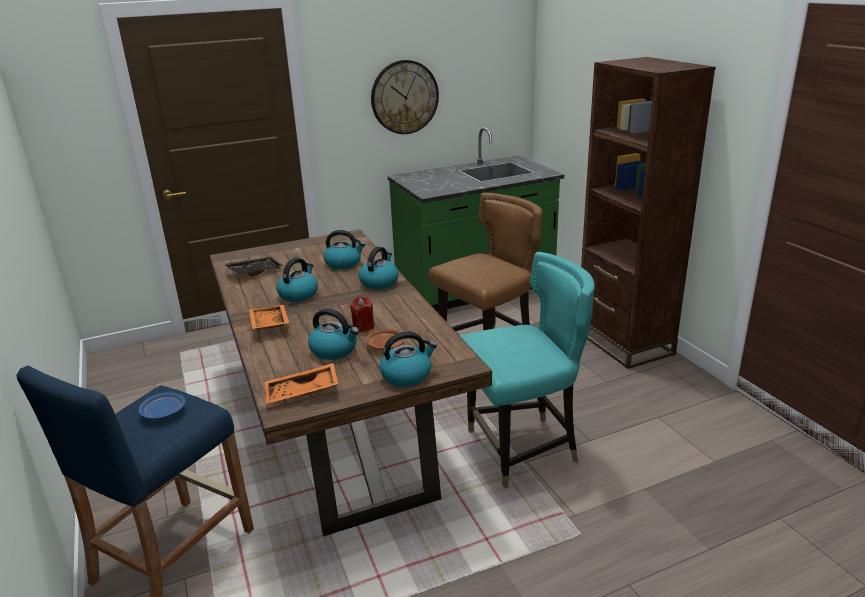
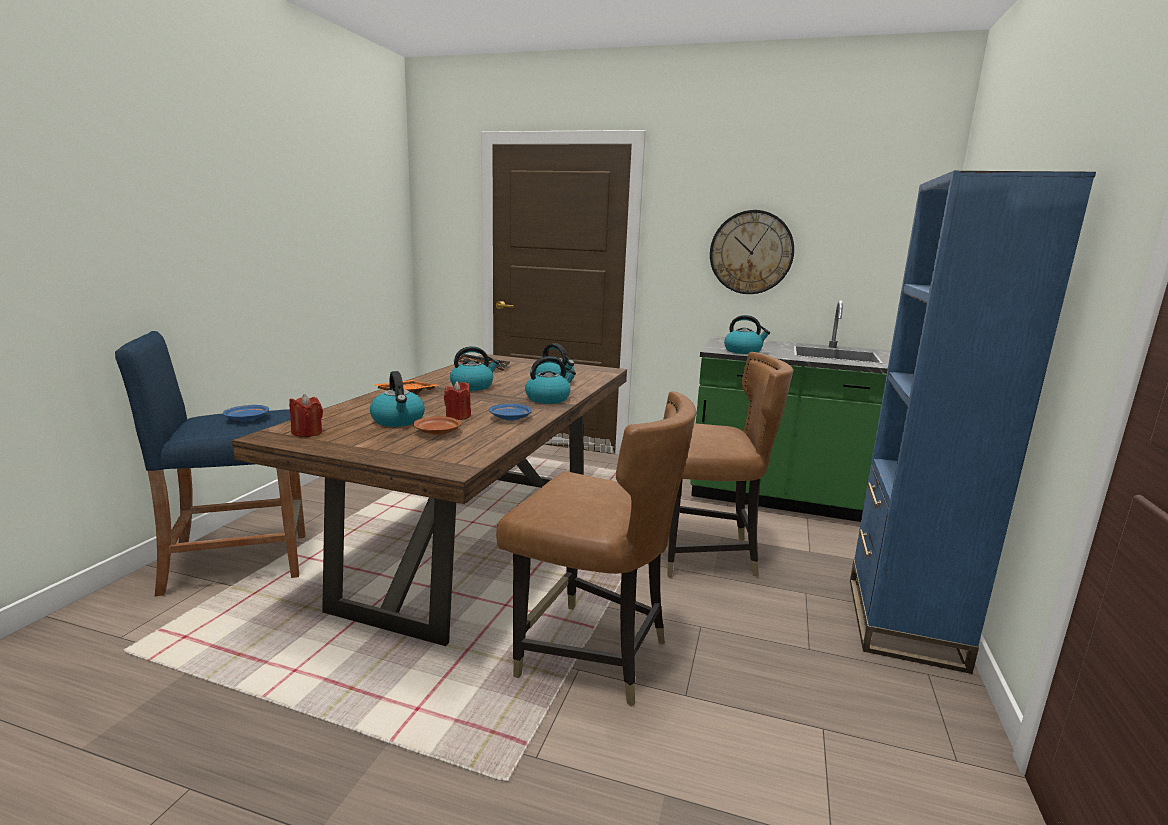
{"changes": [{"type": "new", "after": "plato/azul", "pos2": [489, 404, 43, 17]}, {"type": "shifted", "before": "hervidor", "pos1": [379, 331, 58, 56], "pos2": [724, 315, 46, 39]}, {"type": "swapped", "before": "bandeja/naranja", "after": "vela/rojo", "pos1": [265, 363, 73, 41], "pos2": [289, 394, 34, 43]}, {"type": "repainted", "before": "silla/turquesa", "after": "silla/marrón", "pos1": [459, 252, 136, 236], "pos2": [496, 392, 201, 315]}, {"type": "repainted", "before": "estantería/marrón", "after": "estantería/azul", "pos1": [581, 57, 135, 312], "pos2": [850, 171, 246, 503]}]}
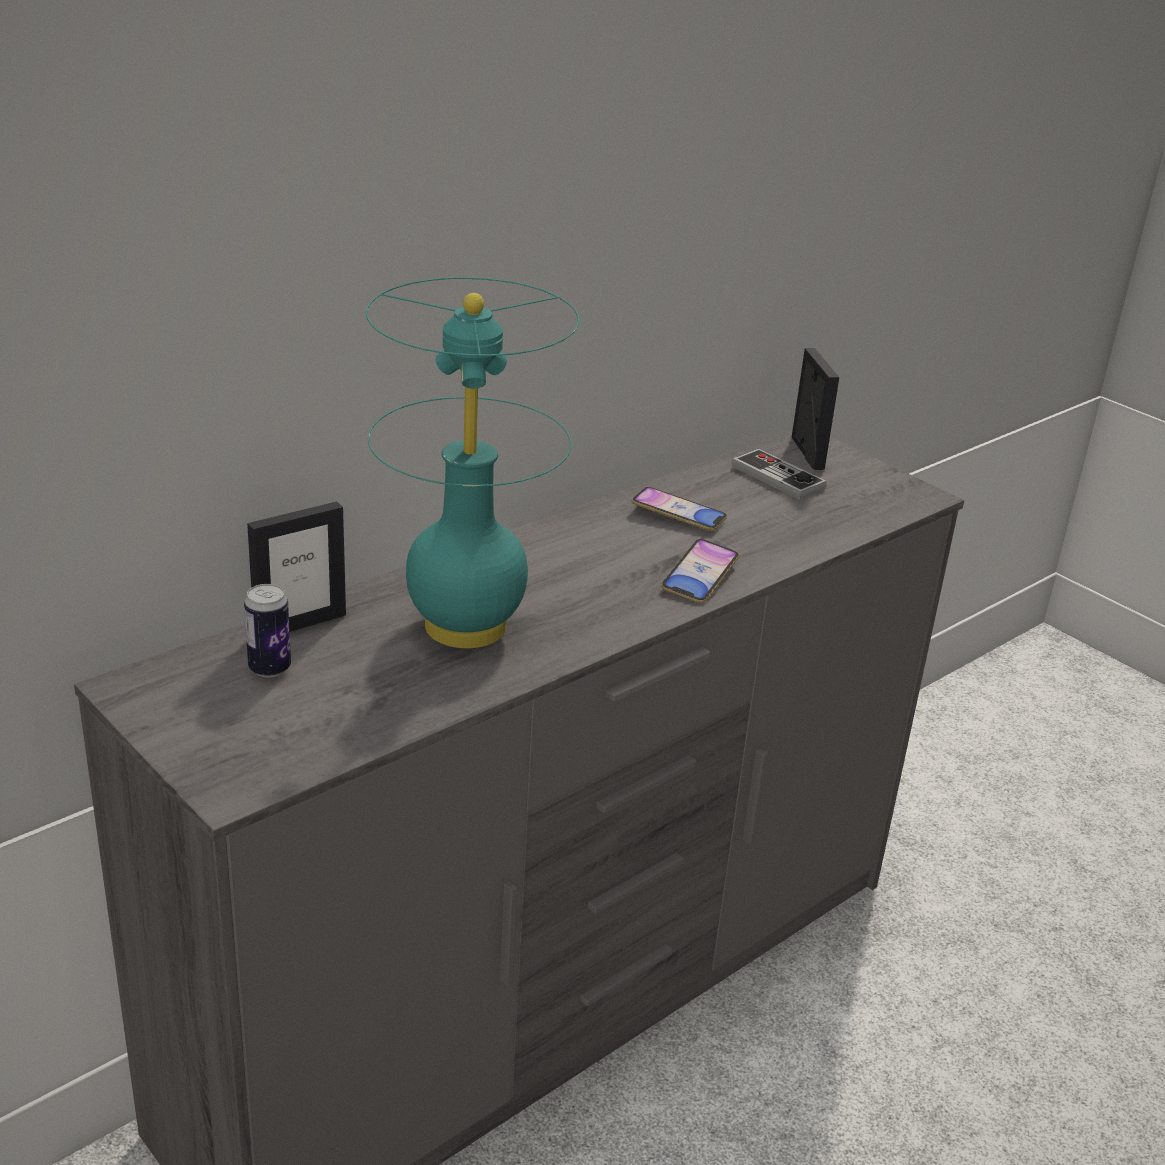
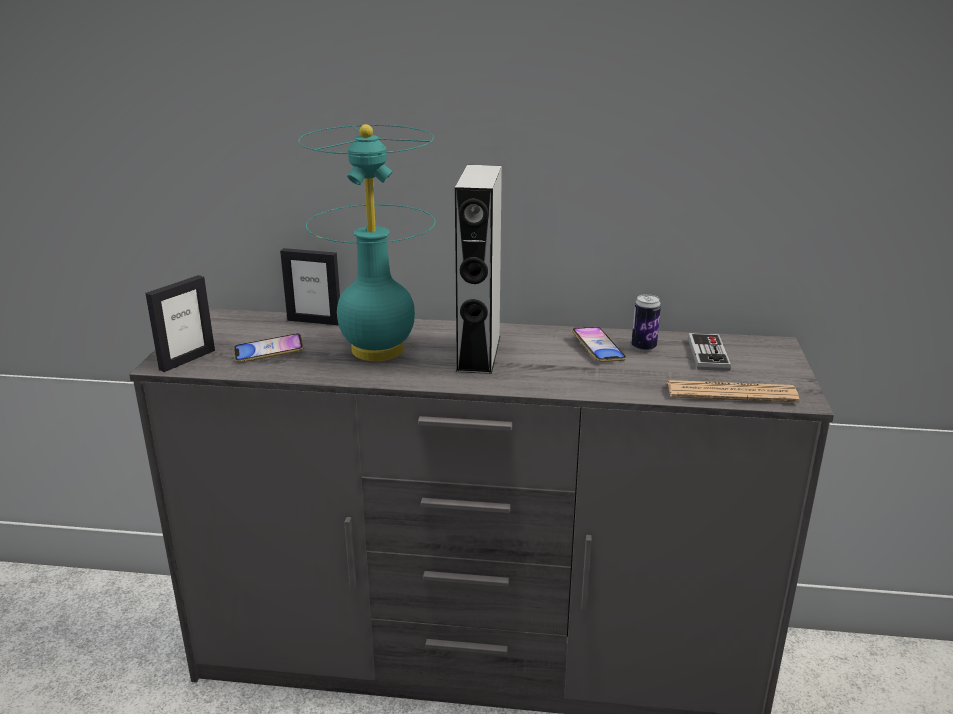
{"changes": [{"type": "new", "after": "altavoz/gris", "pos2": [455, 165, 47, 209]}, {"type": "new", "after": "periódico", "pos2": [667, 380, 132, 22]}, {"type": "shifted", "before": "lata", "pos1": [244, 584, 47, 93], "pos2": [631, 294, 30, 58]}, {"type": "shifted", "before": "móvil", "pos1": [661, 539, 78, 64], "pos2": [234, 333, 70, 30]}, {"type": "shifted", "before": "portarretratos", "pos1": [792, 348, 47, 122], "pos2": [145, 275, 70, 97]}]}
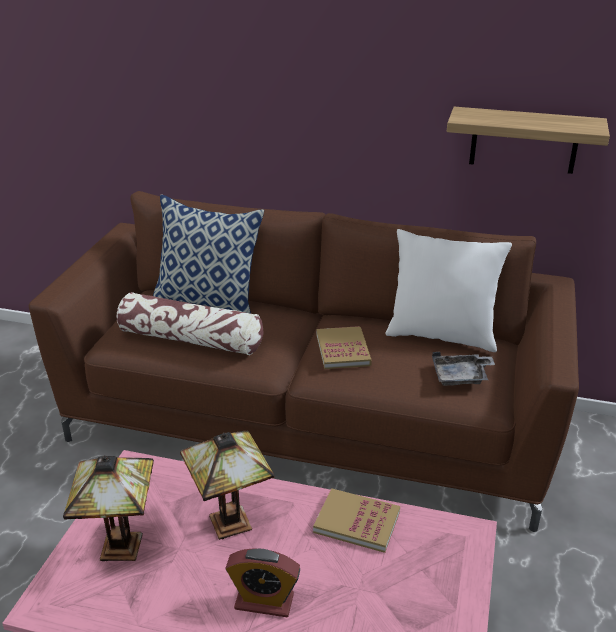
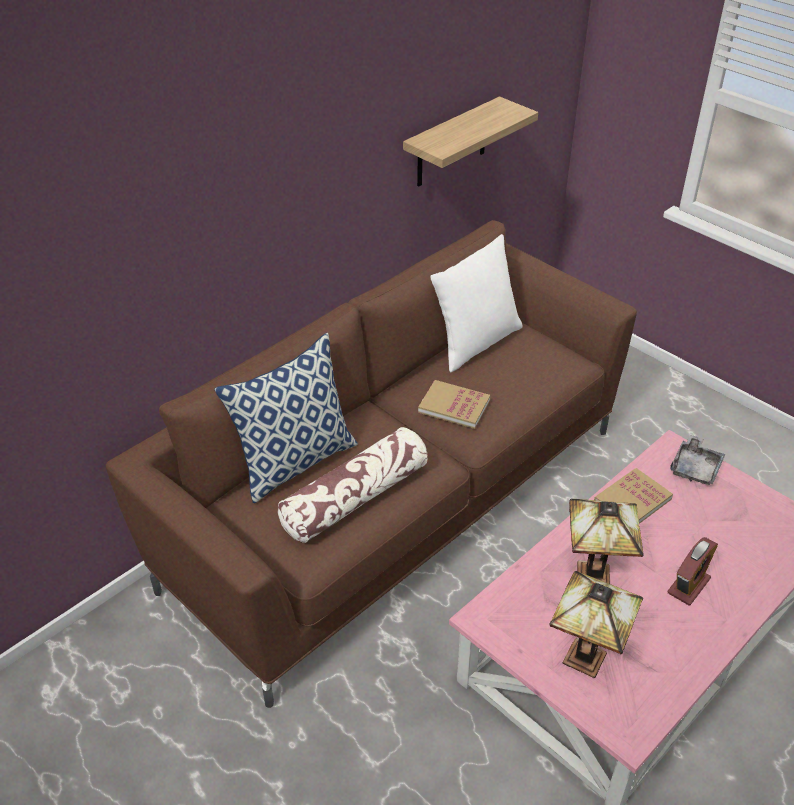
{"changes": [{"type": "shifted", "before": "bandeja/gris", "pos1": [432, 352, 63, 34], "pos2": [670, 434, 55, 51]}]}
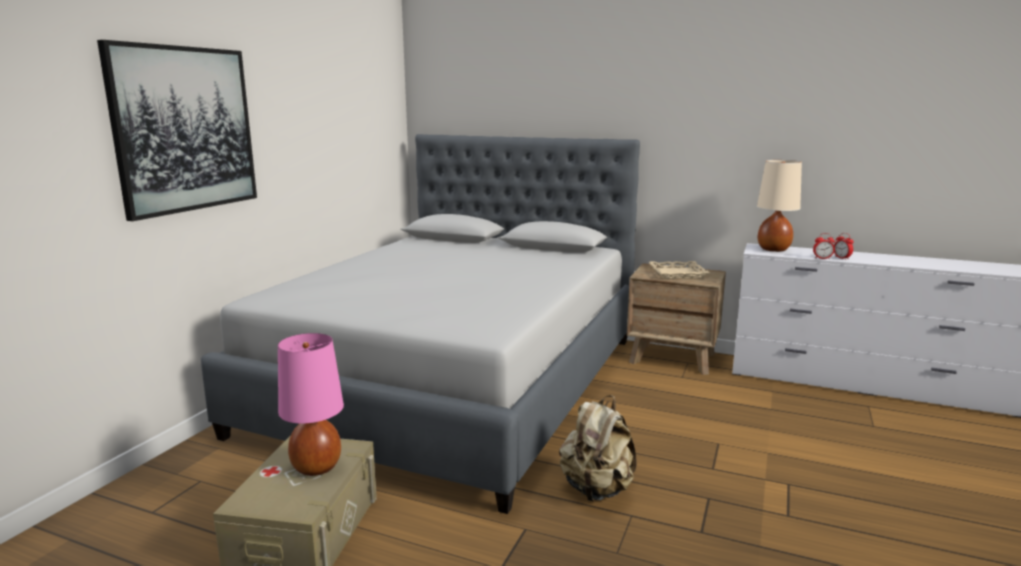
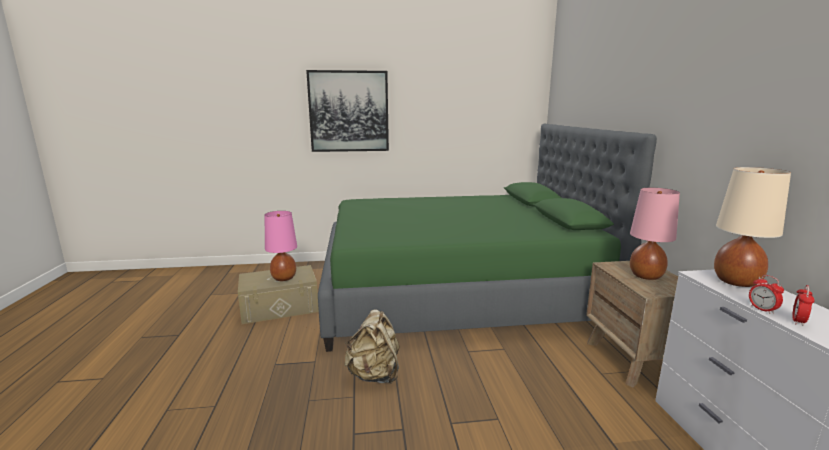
{"changes": [{"type": "swapped", "before": "bandeja/beis", "after": "lámpara de mesa/rosa", "pos1": [648, 261, 62, 18], "pos2": [630, 188, 50, 92]}, {"type": "repainted", "before": "cama/gris", "after": "cama/verde", "pos1": [201, 134, 439, 380], "pos2": [318, 124, 339, 228]}]}
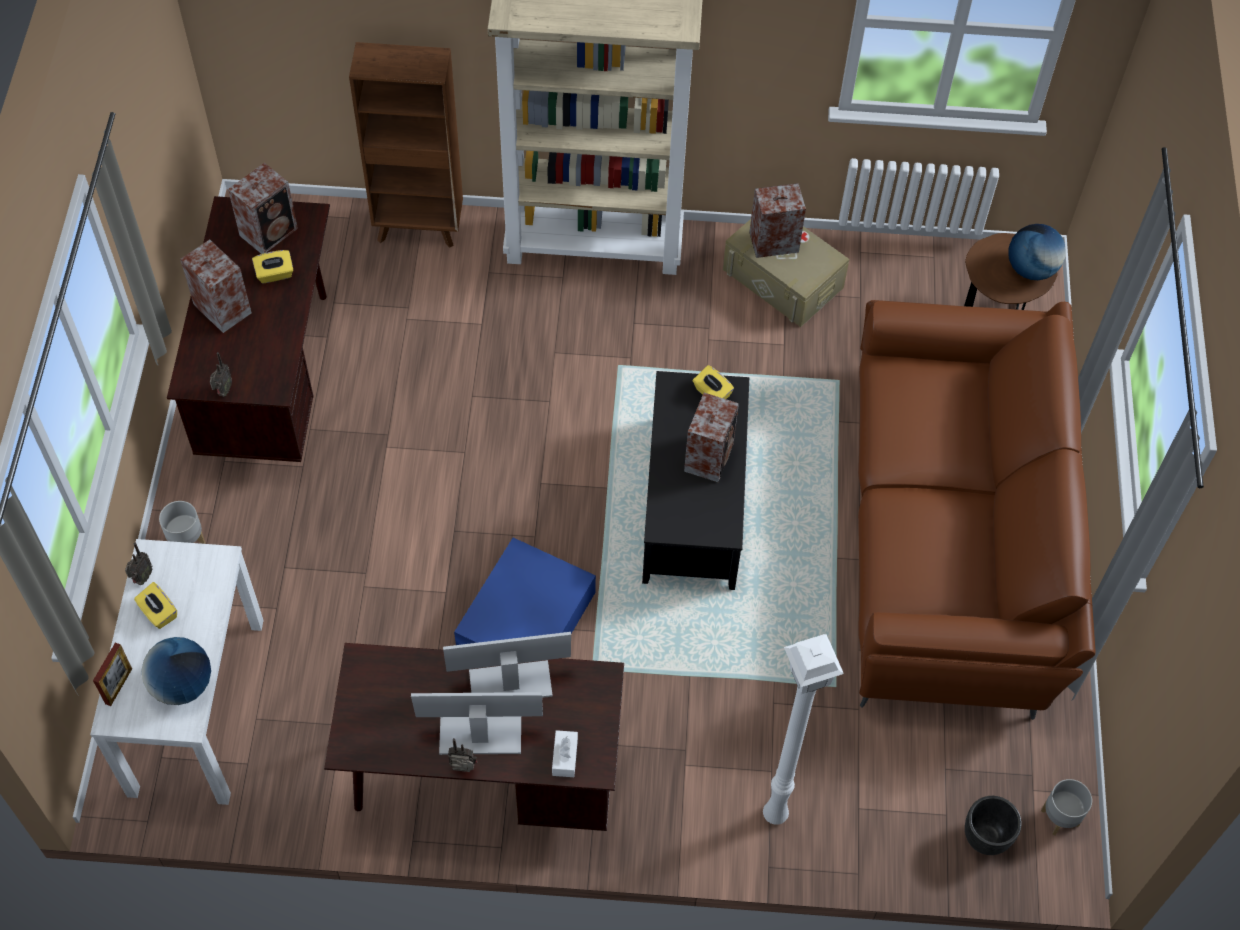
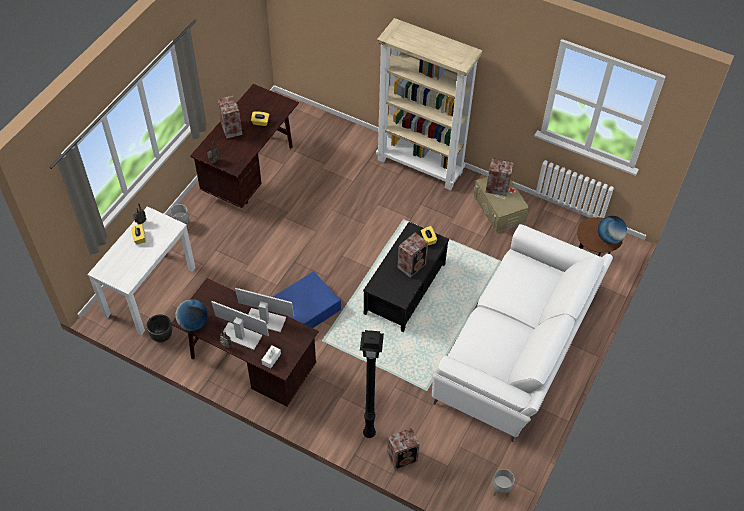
{"changes": [{"type": "gone", "before": "portarretratos", "pos1": [93, 643, 39, 63]}, {"type": "gone", "before": "estantería/marrón", "pos1": [349, 42, 114, 206]}, {"type": "shifted", "before": "globo terráqueo", "pos1": [141, 637, 70, 68], "pos2": [176, 299, 32, 32]}, {"type": "shifted", "before": "altavoz", "pos1": [228, 163, 70, 91], "pos2": [387, 428, 33, 42]}, {"type": "shifted", "before": "maceta/negro", "pos1": [965, 796, 57, 59], "pos2": [146, 314, 26, 28]}, {"type": "repainted", "before": "lámpara de pie/blanco", "after": "lámpara de pie/negro", "pos1": [763, 634, 81, 191], "pos2": [360, 330, 24, 108]}, {"type": "repainted", "before": "sofá/marrón", "after": "sofá/blanco", "pos1": [858, 300, 238, 420], "pos2": [432, 224, 181, 218]}]}
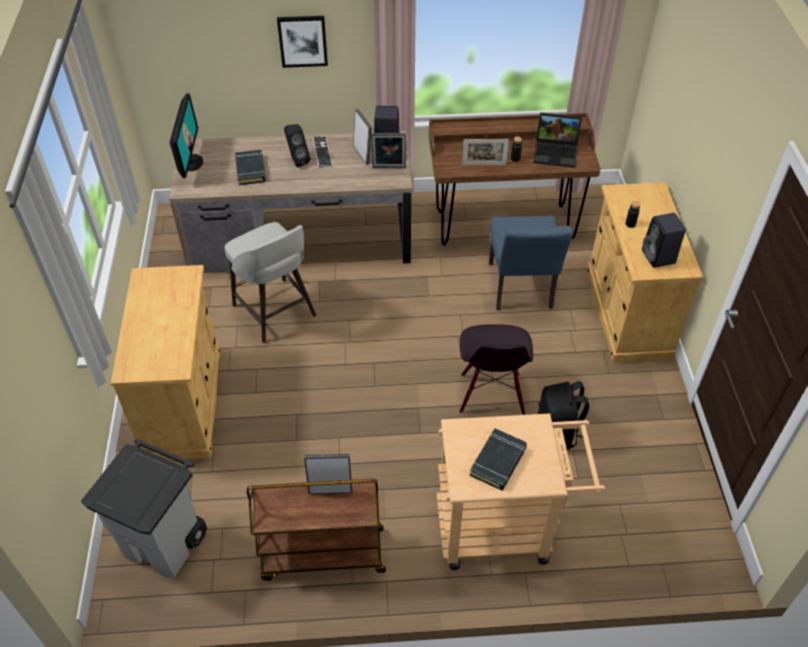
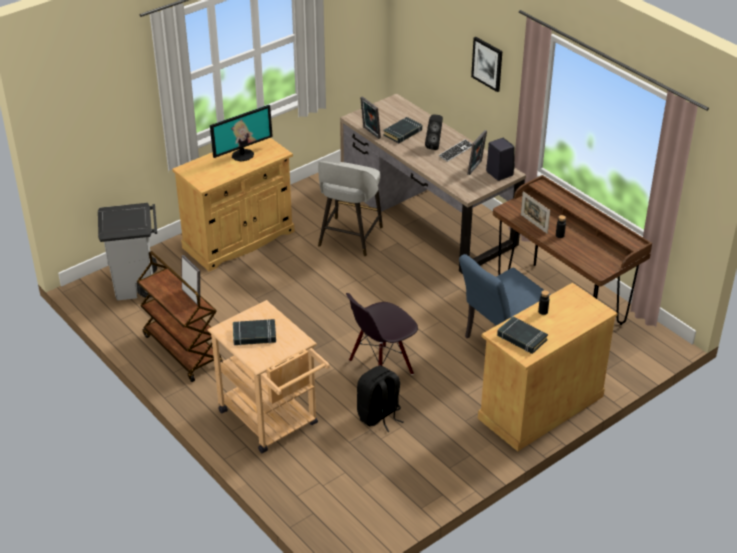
{"changes": [{"type": "gone", "before": "portátil", "pos1": [533, 112, 49, 56]}, {"type": "shifted", "before": "monitor", "pos1": [170, 93, 33, 85], "pos2": [210, 105, 63, 56]}, {"type": "shifted", "before": "portarretratos", "pos1": [371, 133, 35, 35], "pos2": [360, 97, 21, 42]}, {"type": "swapped", "before": "altavoz/negro", "after": "libro/negro", "pos1": [642, 213, 44, 55], "pos2": [497, 317, 51, 37]}]}
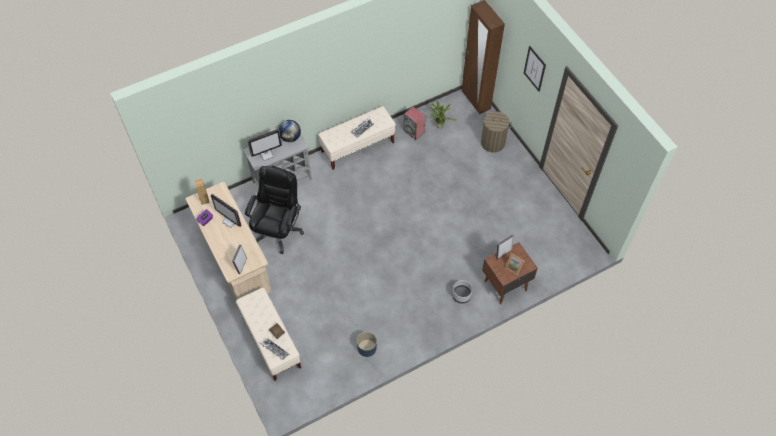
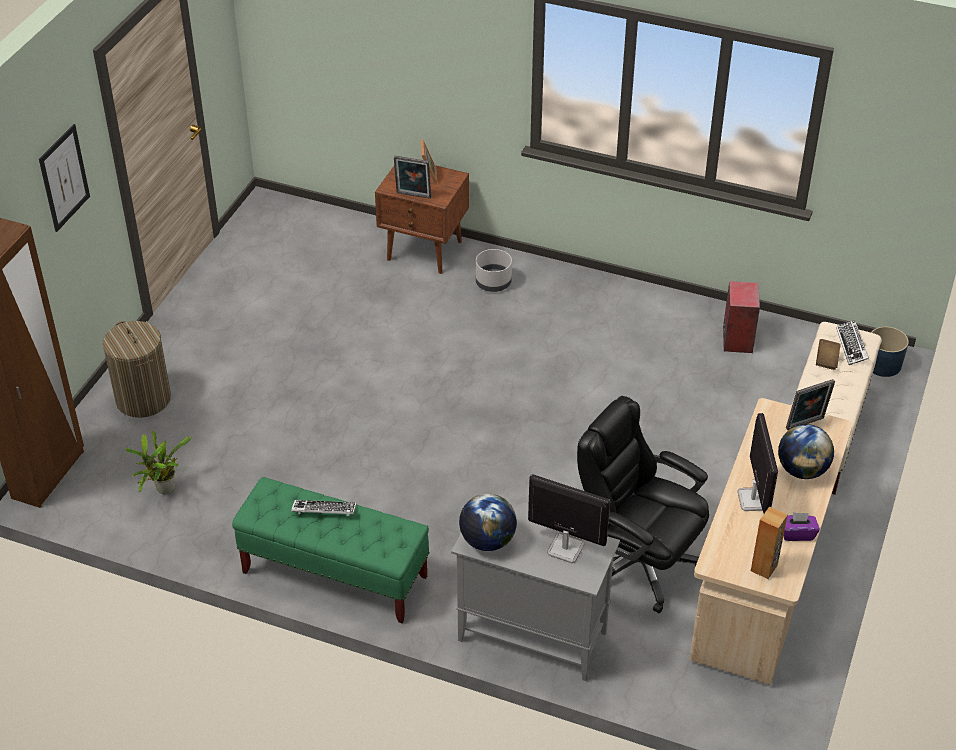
{"changes": [{"type": "new", "after": "globo terráqueo", "pos2": [778, 424, 56, 55]}, {"type": "shifted", "before": "maceta/azul", "pos1": [357, 332, 20, 25], "pos2": [871, 326, 38, 51]}, {"type": "shifted", "before": "altavoz", "pos1": [403, 107, 23, 33], "pos2": [723, 281, 37, 72]}, {"type": "repainted", "before": "banco/beis", "after": "banco/verde", "pos1": [318, 106, 78, 64], "pos2": [232, 477, 198, 146]}, {"type": "rotated", "before": "silla de oficina/negro", "pos1": [245, 166, 59, 88], "pos2": [577, 396, 132, 218], "turn": 60}]}
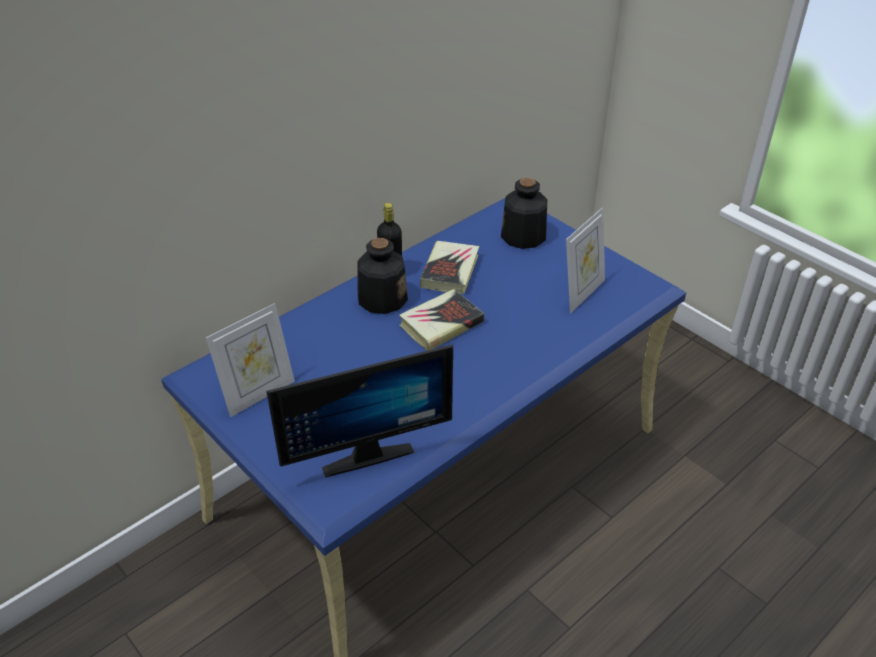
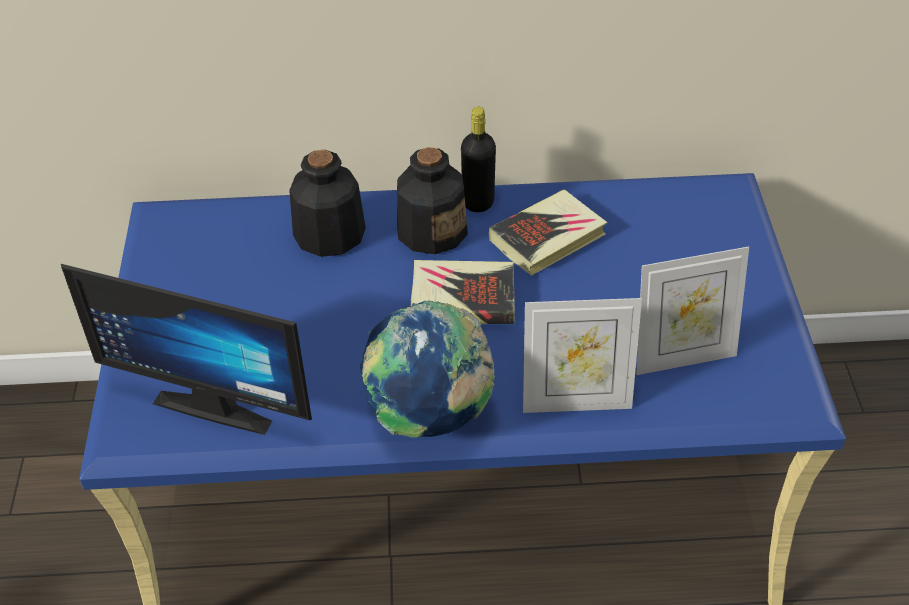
{"changes": [{"type": "new", "after": "globo terráqueo", "pos2": [360, 301, 135, 137]}, {"type": "shifted", "before": "portarretratos", "pos1": [206, 303, 89, 114], "pos2": [523, 298, 119, 115]}, {"type": "shifted", "before": "botella", "pos1": [501, 177, 46, 72], "pos2": [289, 150, 77, 107]}]}
